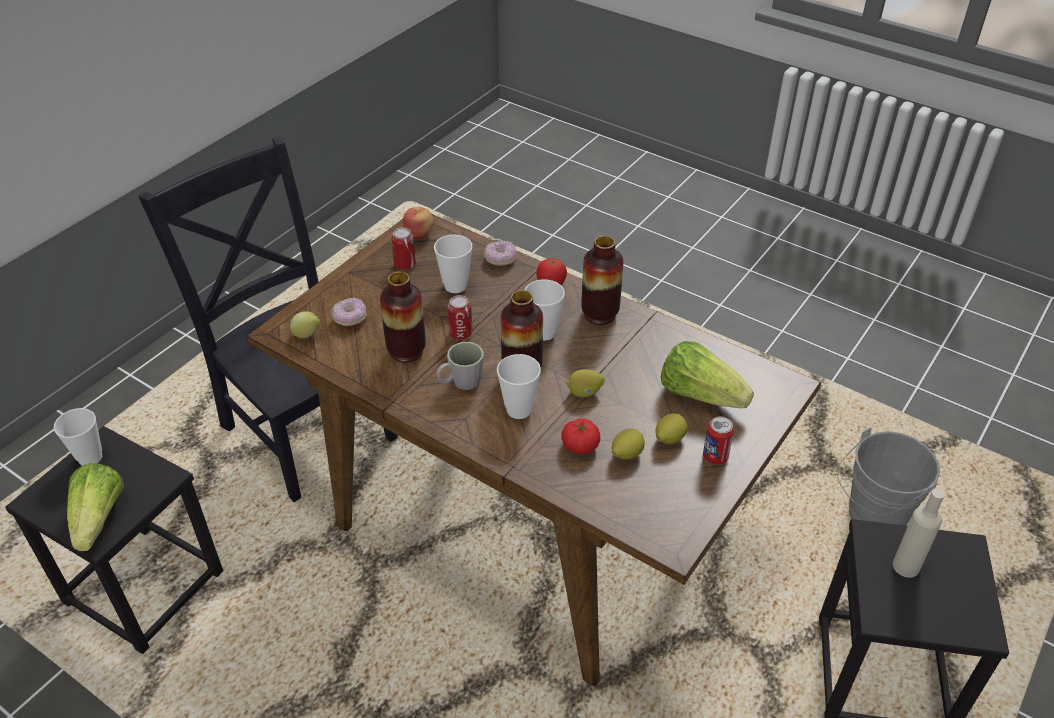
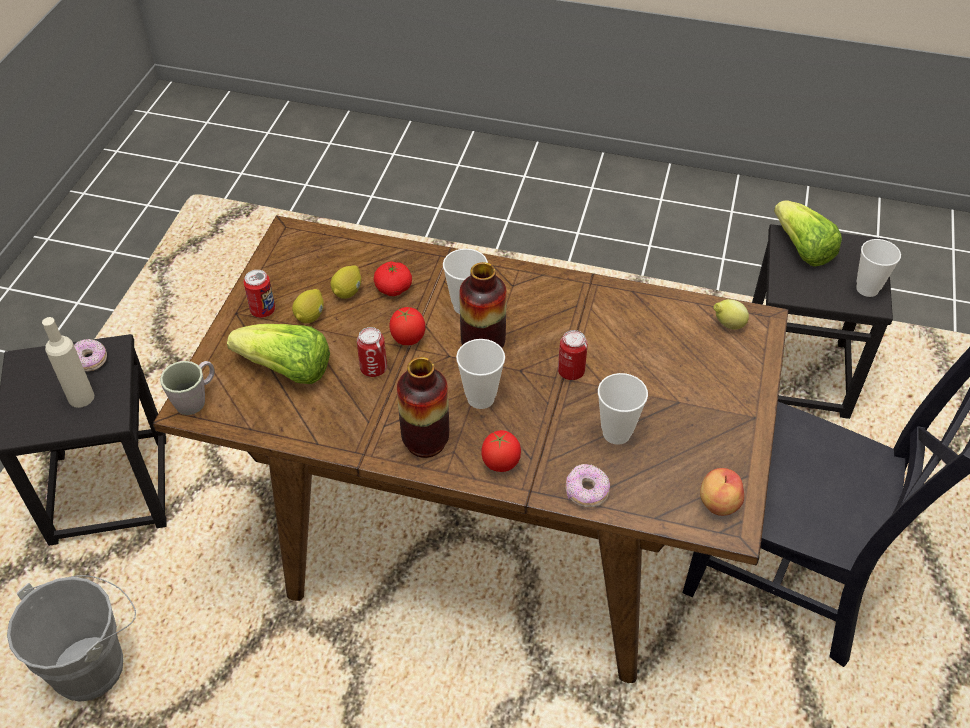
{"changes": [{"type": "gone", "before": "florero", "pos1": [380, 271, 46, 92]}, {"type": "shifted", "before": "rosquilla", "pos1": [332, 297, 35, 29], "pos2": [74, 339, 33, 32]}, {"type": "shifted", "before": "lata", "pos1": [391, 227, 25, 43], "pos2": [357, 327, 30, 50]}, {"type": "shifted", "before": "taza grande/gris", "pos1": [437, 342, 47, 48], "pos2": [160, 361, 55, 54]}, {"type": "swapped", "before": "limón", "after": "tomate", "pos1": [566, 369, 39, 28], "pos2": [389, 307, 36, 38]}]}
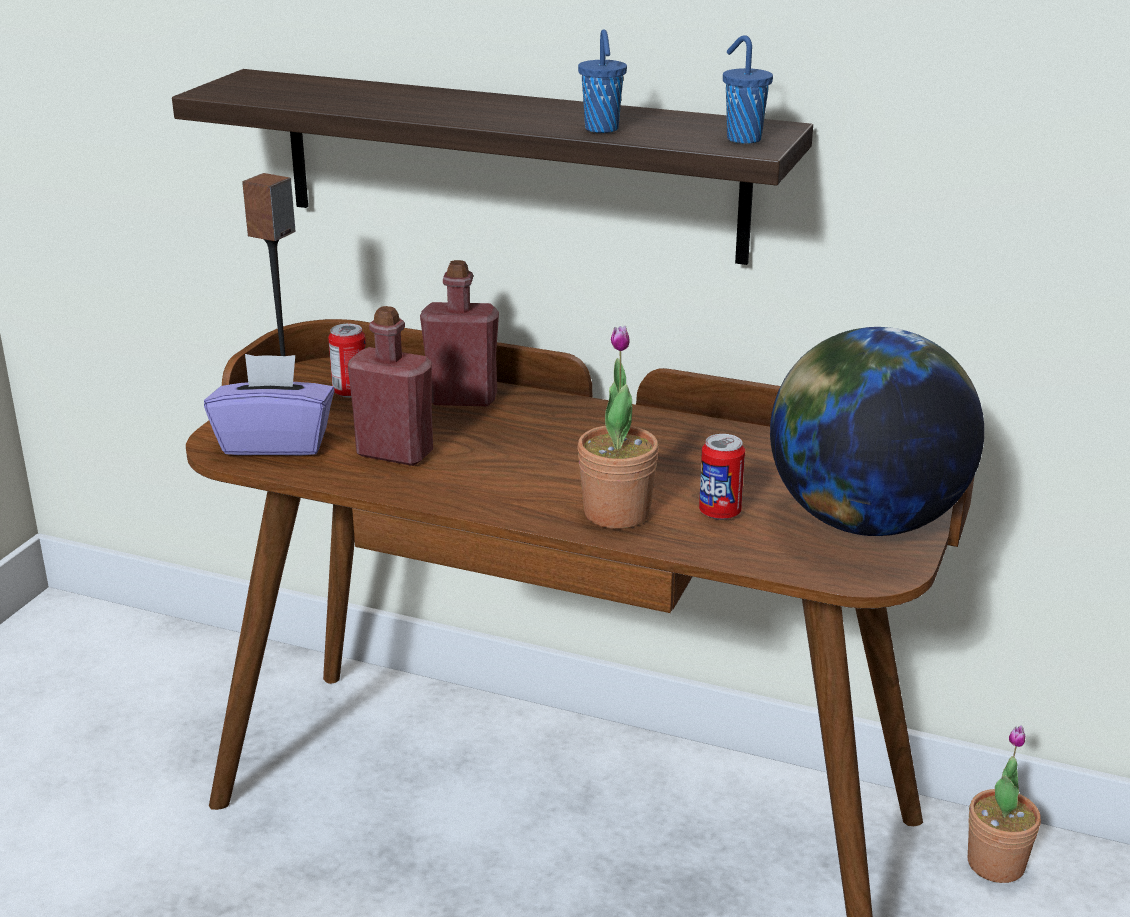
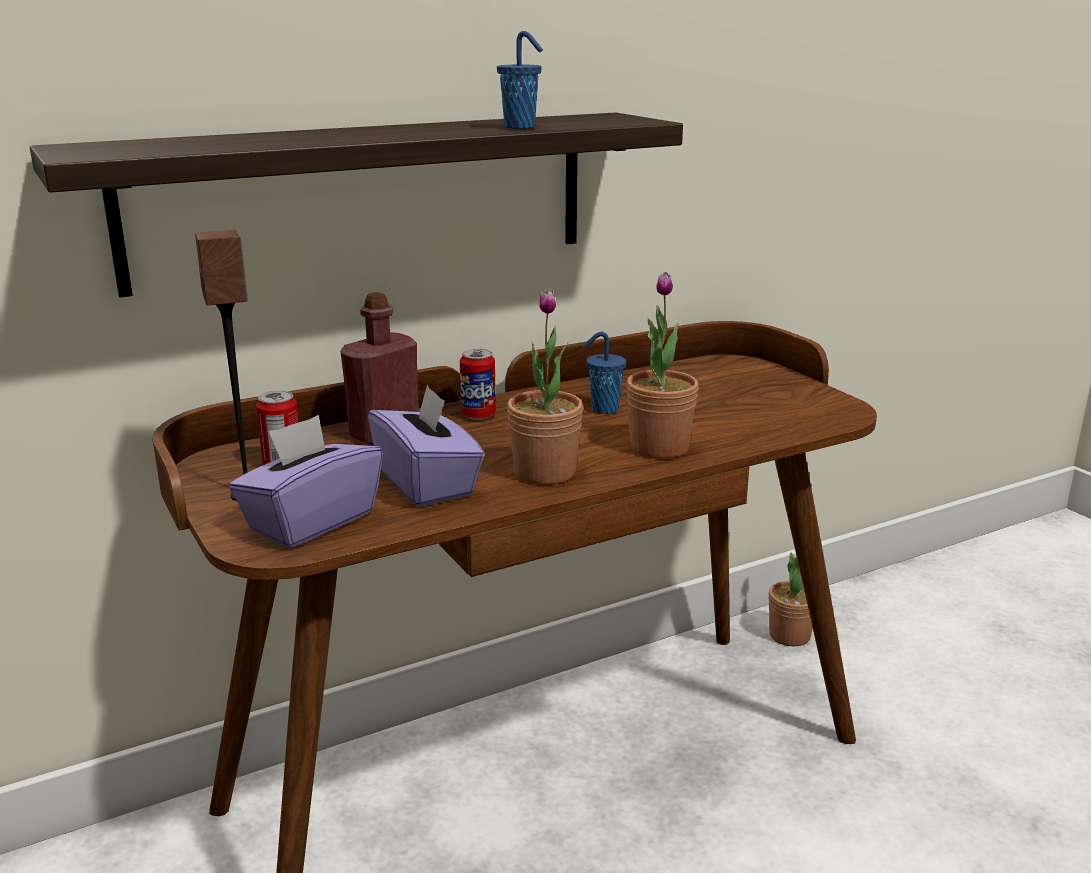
{"changes": [{"type": "gone", "before": "globo terráqueo", "pos1": [770, 327, 214, 209]}, {"type": "new", "after": "planta en maceta", "pos2": [507, 289, 76, 196]}, {"type": "shifted", "before": "lata", "pos1": [699, 434, 46, 86], "pos2": [460, 349, 36, 71]}, {"type": "shifted", "before": "taza/azul", "pos1": [723, 35, 50, 109], "pos2": [582, 332, 44, 82]}, {"type": "swapped", "before": "botella/rojo", "after": "caja de pañuelos/morado", "pos1": [348, 306, 85, 160], "pos2": [368, 384, 117, 123]}]}
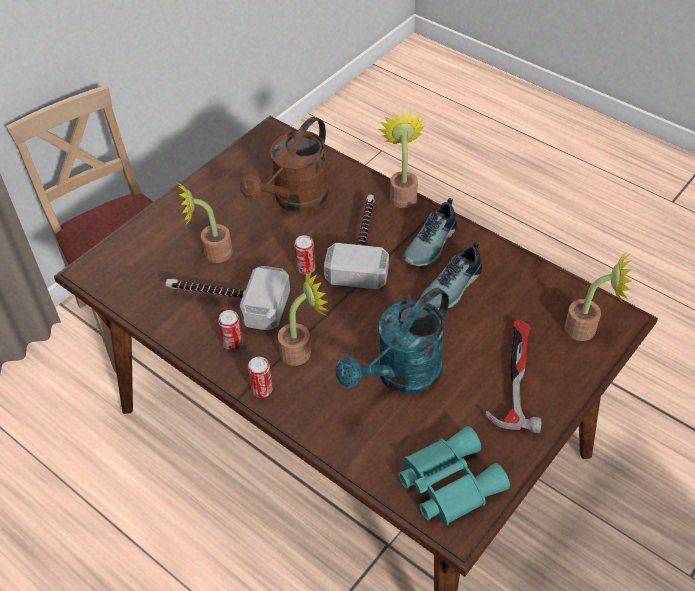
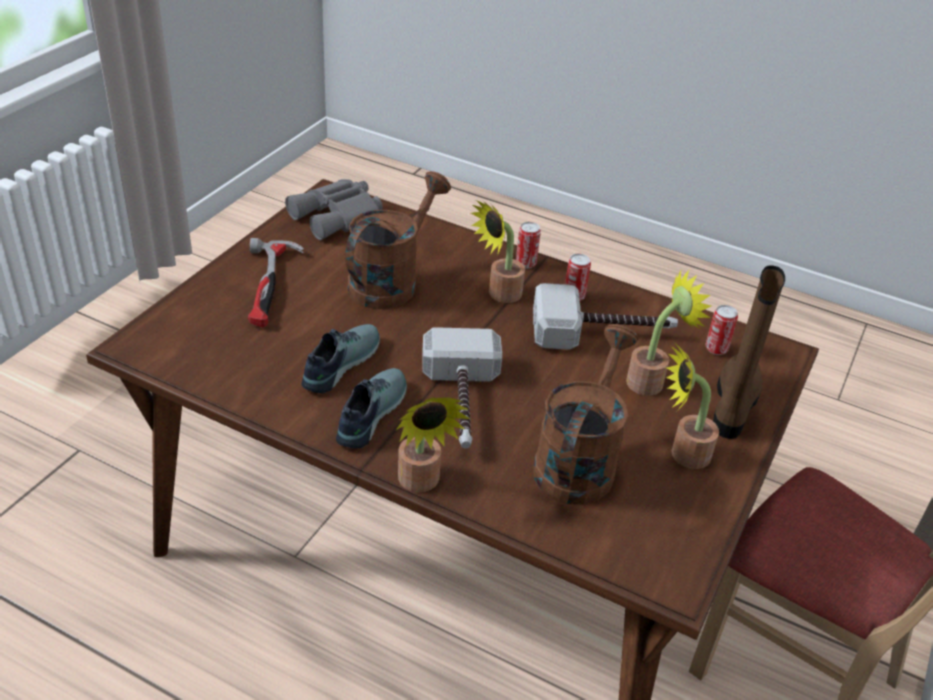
{"changes": [{"type": "new", "after": "bota/marrón", "pos2": [713, 265, 72, 174]}, {"type": "shifted", "before": "lata", "pos1": [294, 235, 21, 40], "pos2": [705, 305, 33, 50]}, {"type": "shifted", "before": "planta en maceta", "pos1": [564, 253, 68, 88], "pos2": [666, 342, 53, 127]}, {"type": "repainted", "before": "regadera/turquesa", "after": "regadera/marrón", "pos1": [336, 288, 113, 106], "pos2": [345, 171, 106, 138]}, {"type": "repainted", "before": "prismáticos/turquesa", "after": "prismáticos/gris", "pos1": [398, 426, 112, 100], "pos2": [285, 179, 98, 61]}]}
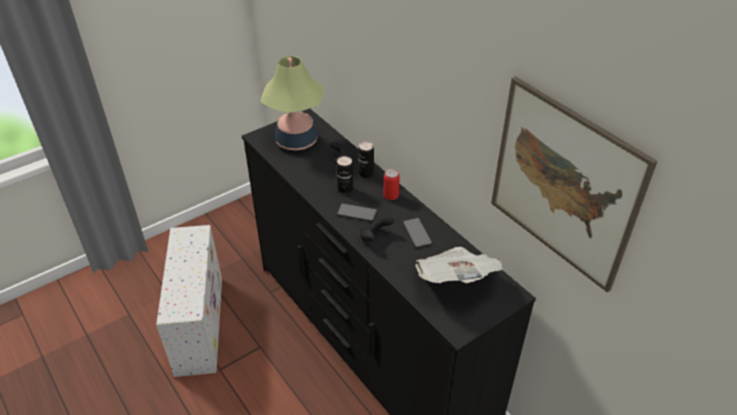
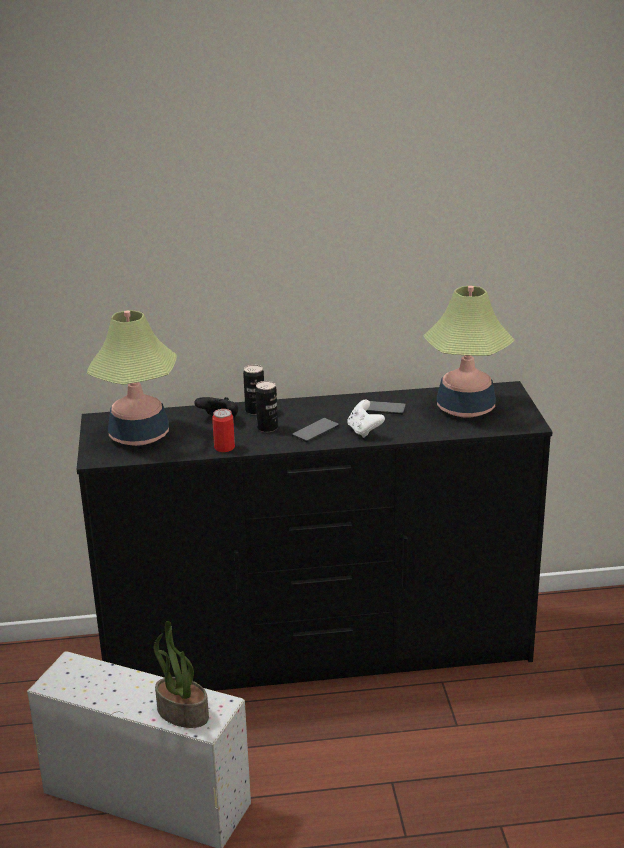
{"changes": [{"type": "gone", "before": "cuadro", "pos1": [491, 76, 166, 217]}, {"type": "new", "after": "planta en maceta", "pos2": [154, 621, 55, 107]}, {"type": "shifted", "before": "lata", "pos1": [383, 169, 17, 31], "pos2": [212, 409, 23, 43]}, {"type": "swapped", "before": "periódico", "after": "lámpara de mesa", "pos1": [415, 247, 88, 36], "pos2": [423, 286, 92, 132]}, {"type": "repainted", "before": "mando de consola/negro", "after": "mando de consola/blanco", "pos1": [360, 216, 34, 25], "pos2": [347, 400, 38, 38]}]}
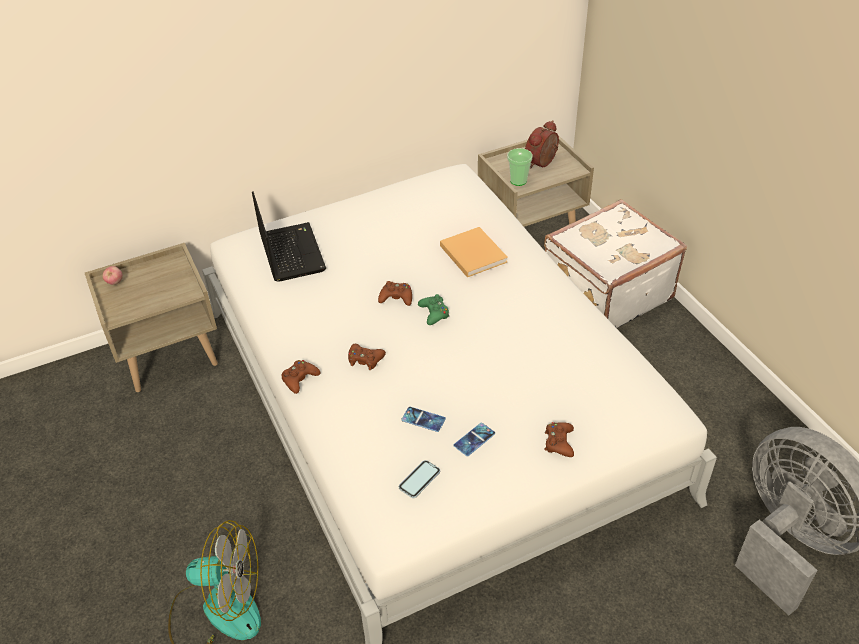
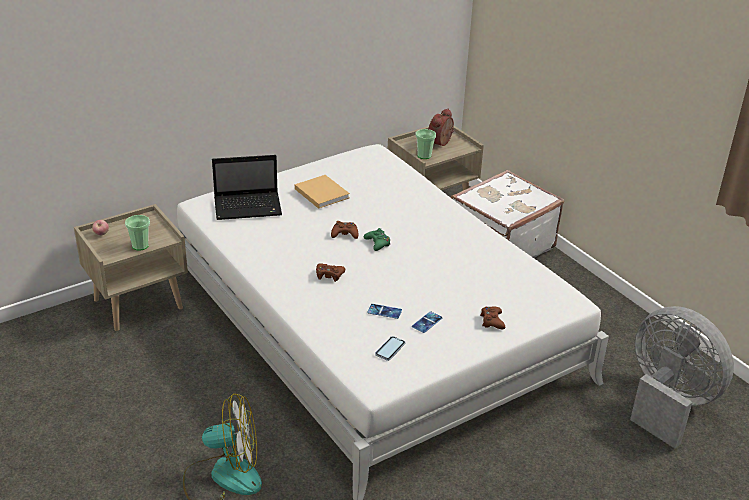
{"changes": [{"type": "gone", "before": "mando de consola/marrón", "pos1": [281, 360, 39, 34]}, {"type": "new", "after": "taza", "pos2": [125, 215, 25, 35]}, {"type": "shifted", "before": "libro/beis", "pos1": [440, 227, 68, 50], "pos2": [295, 175, 55, 34]}, {"type": "rotated", "before": "portátil", "pos1": [252, 191, 74, 91], "pos2": [212, 155, 70, 65], "turn": 105}]}
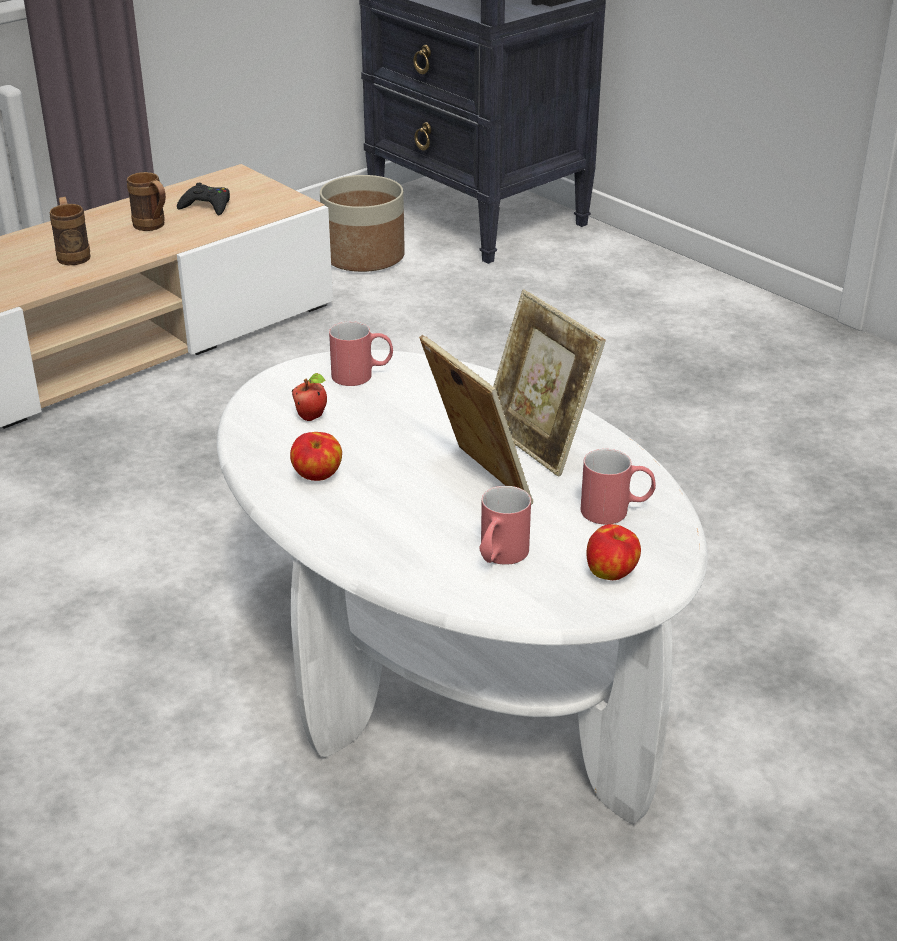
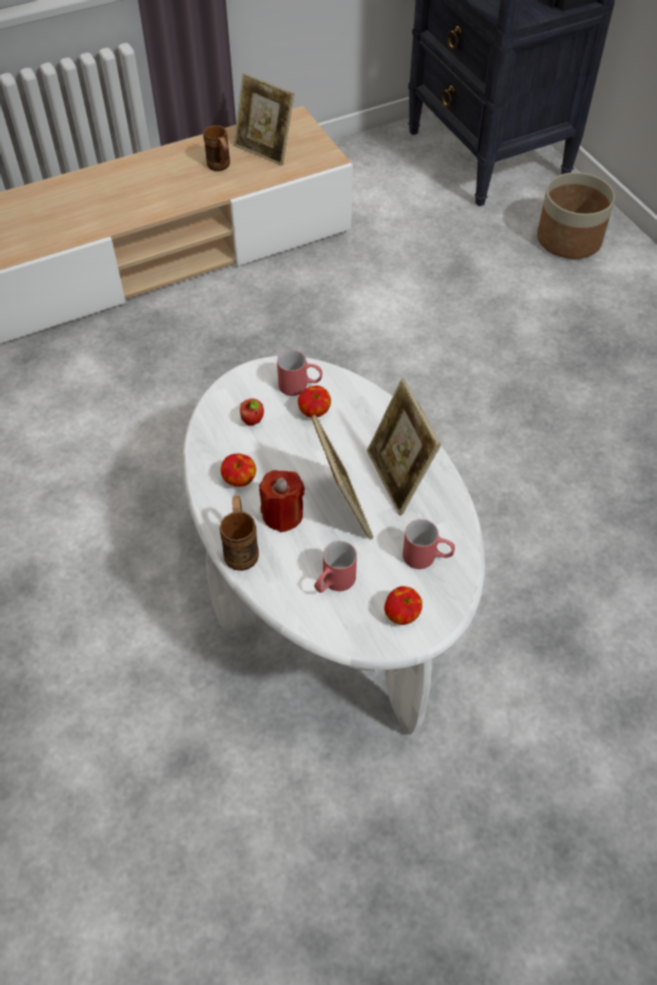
{"changes": [{"type": "new", "after": "vela/rojo", "pos2": [259, 470, 46, 62]}, {"type": "new", "after": "manzana", "pos2": [298, 385, 33, 33]}, {"type": "shifted", "before": "taza grande/marrón", "pos1": [50, 197, 40, 68], "pos2": [220, 496, 39, 75]}, {"type": "shifted", "before": "maceta", "pos1": [320, 175, 85, 97], "pos2": [537, 172, 78, 87]}, {"type": "swapped", "before": "mando de consola/negro", "after": "portarretratos", "pos1": [177, 183, 53, 33], "pos2": [234, 73, 60, 92]}]}
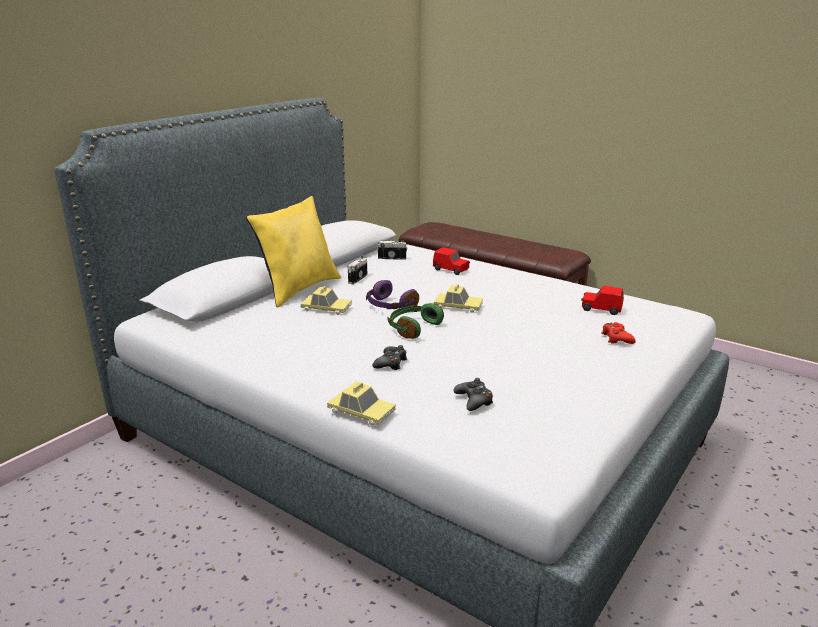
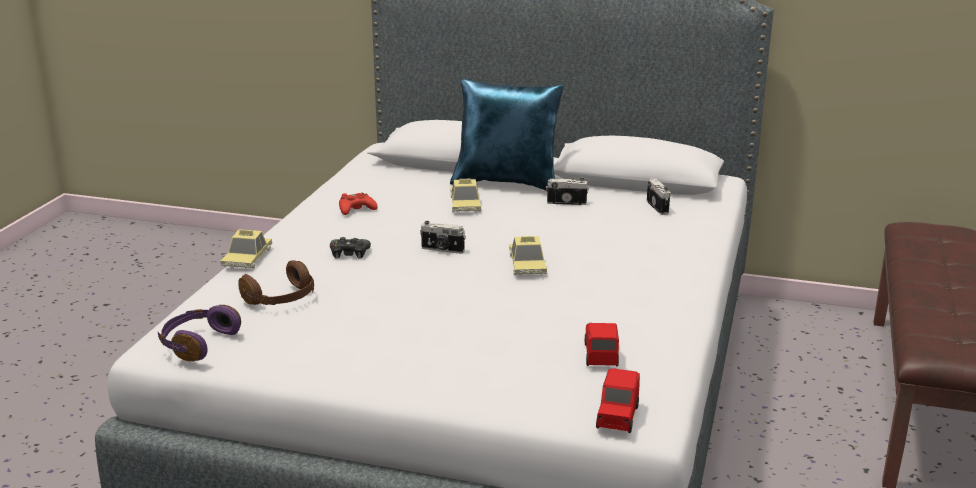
{"changes": [{"type": "shifted", "before": "auriculares/morado", "pos1": [366, 280, 53, 29], "pos2": [158, 305, 83, 56]}, {"type": "shifted", "before": "coche de juguete/rojo", "pos1": [433, 247, 37, 28], "pos2": [596, 368, 44, 65]}, {"type": "shifted", "before": "mando de consola/rojo", "pos1": [601, 322, 35, 22], "pos2": [339, 193, 38, 22]}, {"type": "swapped", "before": "auriculares/verde", "after": "cámara", "pos1": [388, 303, 56, 36], "pos2": [420, 221, 46, 33]}, {"type": "swapped", "before": "mando de consola/negro", "after": "auriculares/marrón", "pos1": [453, 378, 40, 33], "pos2": [238, 260, 76, 45]}, {"type": "repainted", "before": "cojín/amarillo", "after": "cojín/azul", "pos1": [246, 196, 95, 111], "pos2": [450, 78, 114, 113]}]}
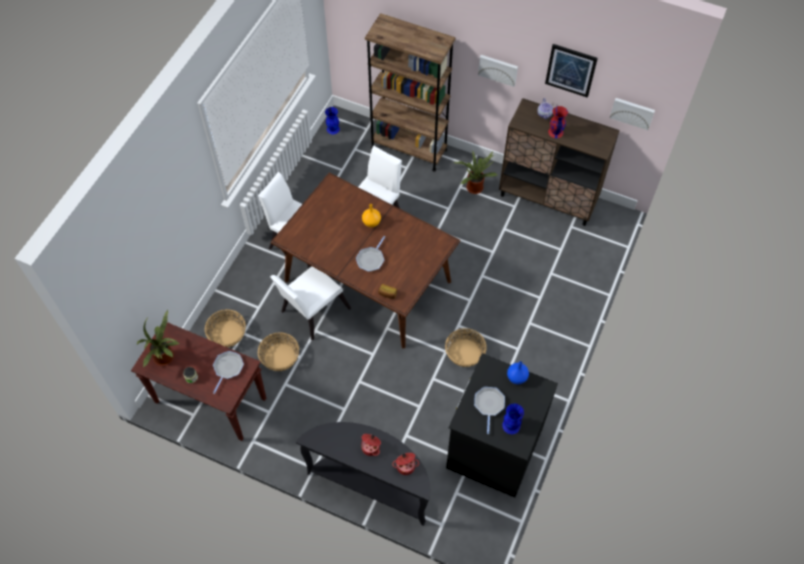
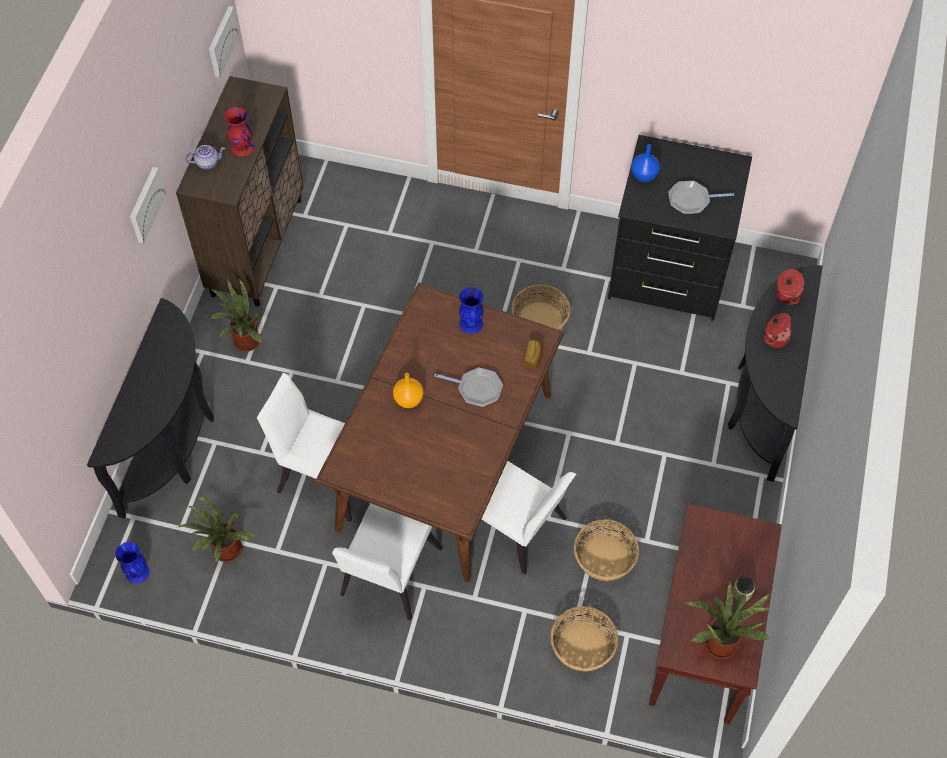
{"changes": [{"type": "gone", "before": "sartén", "pos1": [213, 351, 31, 43]}, {"type": "gone", "before": "cuadro", "pos1": [545, 44, 53, 54]}, {"type": "new", "after": "planta en maceta", "pos2": [178, 496, 77, 66]}, {"type": "shifted", "before": "florero/azul", "pos1": [502, 404, 22, 30], "pos2": [459, 287, 25, 47]}, {"type": "swapped", "before": "estantería/marrón", "after": "mesa consola/negro", "pos1": [365, 13, 91, 159], "pos2": [87, 298, 127, 221]}]}
